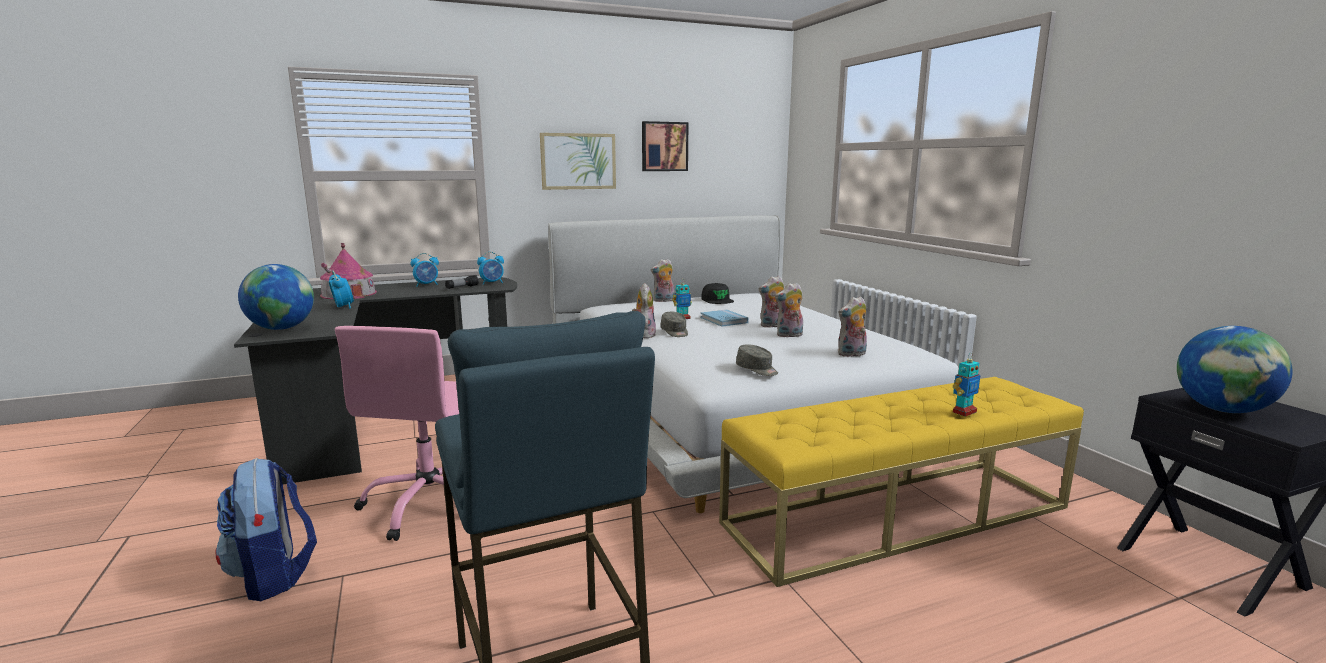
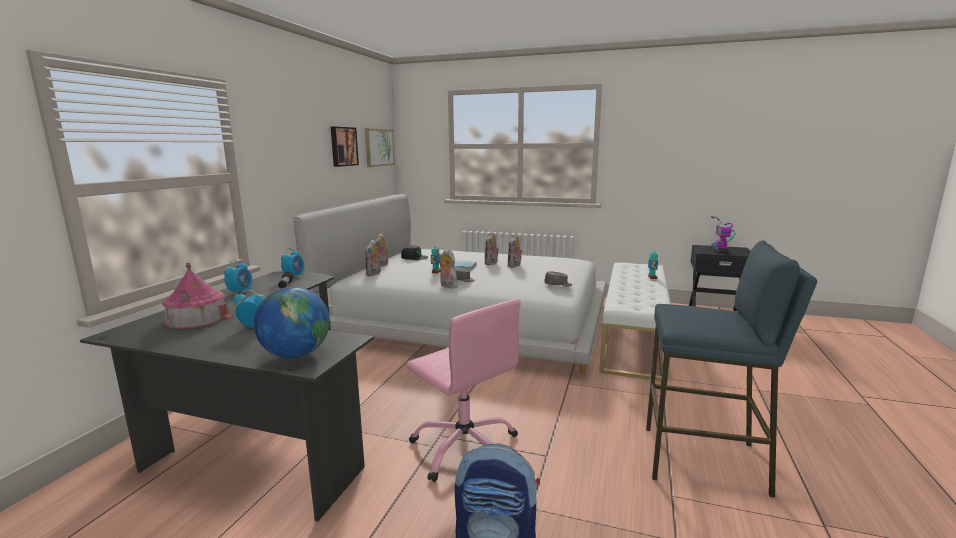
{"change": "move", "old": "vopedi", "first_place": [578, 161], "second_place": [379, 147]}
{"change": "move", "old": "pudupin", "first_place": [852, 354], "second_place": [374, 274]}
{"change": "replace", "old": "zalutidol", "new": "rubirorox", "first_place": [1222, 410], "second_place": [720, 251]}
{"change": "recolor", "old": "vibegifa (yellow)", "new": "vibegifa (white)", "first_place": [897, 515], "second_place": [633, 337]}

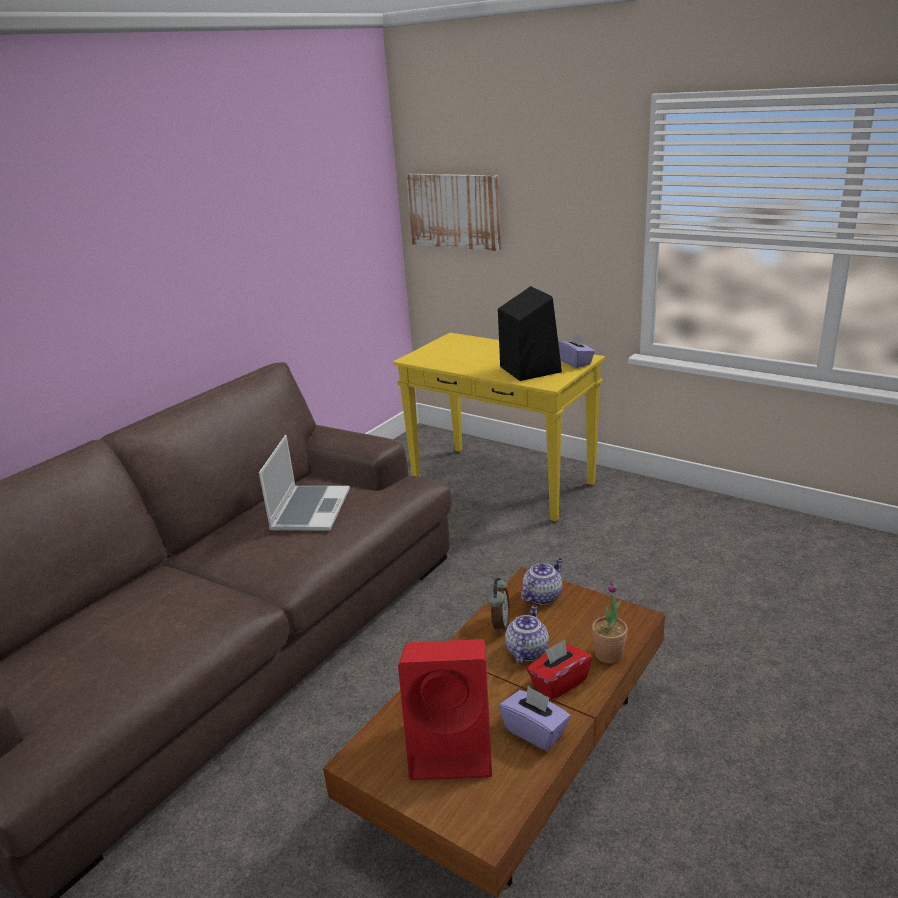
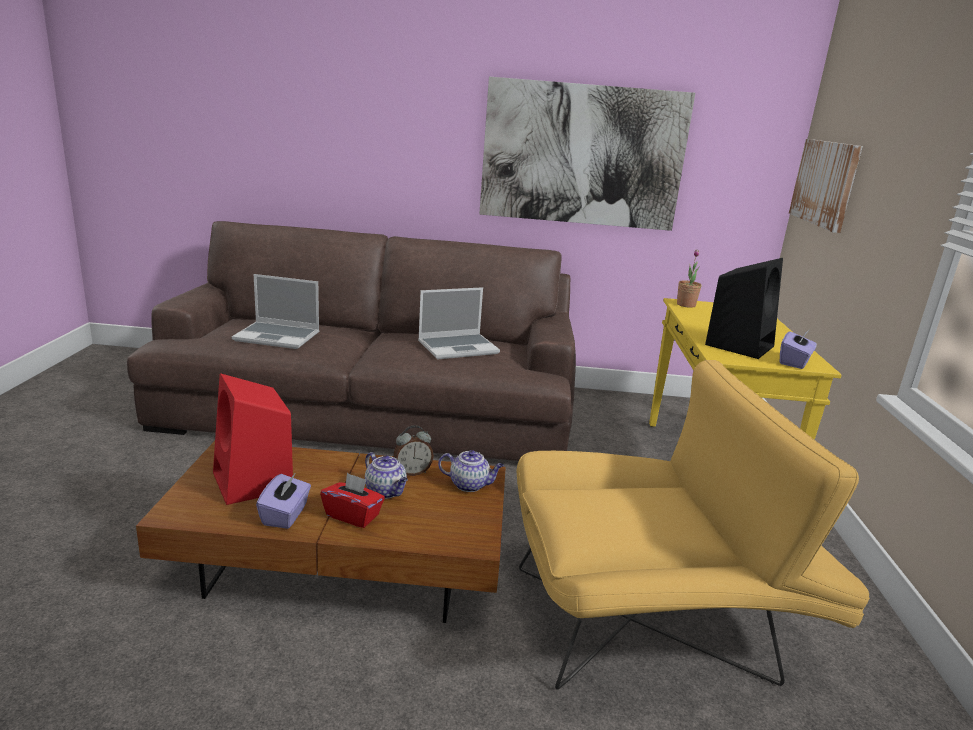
{"change": "move", "old": "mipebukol", "first_place": [608, 654], "second_place": [686, 305]}
{"change": "rotate", "old": "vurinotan", "first_place": [526, 650], "second_place": [386, 491], "degrees": 60}
{"change": "insert", "new": "vopedi", "second_place": [582, 155]}
{"change": "insert", "new": "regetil", "second_place": [278, 337]}
{"change": "insert", "new": "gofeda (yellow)", "second_place": [658, 617]}

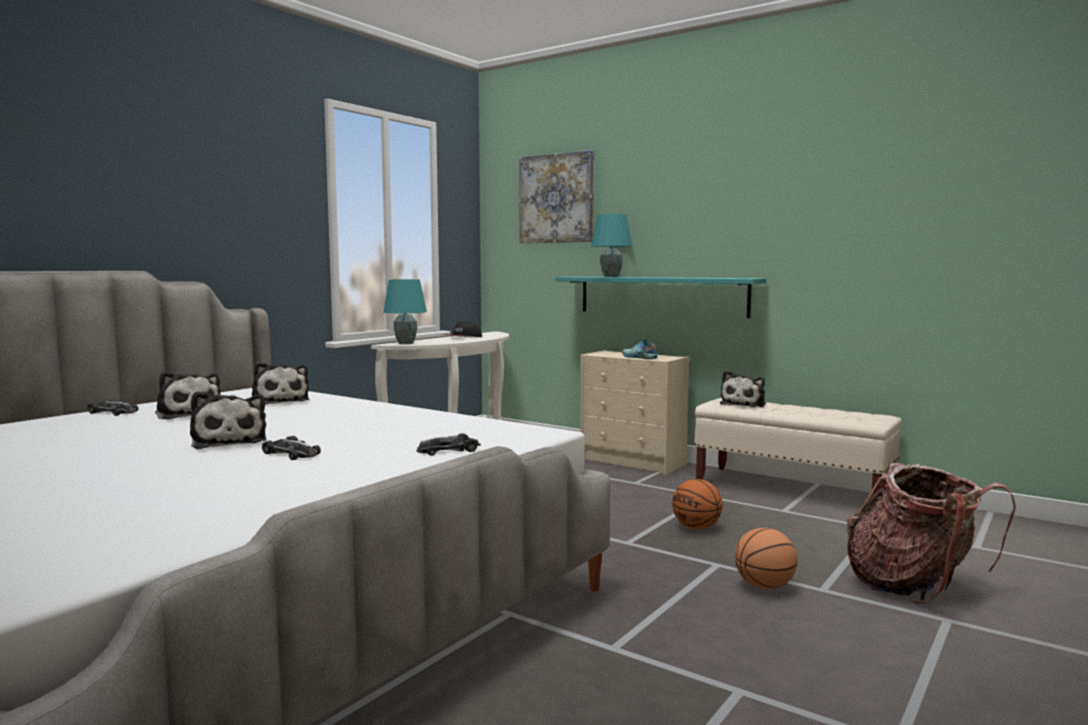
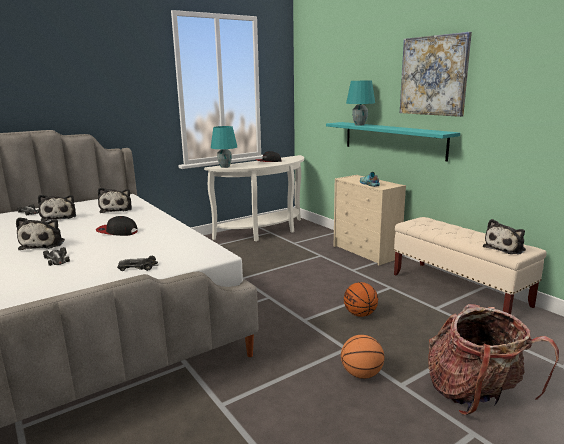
{"change": "move", "old": "vopedi", "first_place": [557, 198], "second_place": [433, 76]}
{"change": "move", "old": "pudupin", "first_place": [744, 404], "second_place": [505, 248]}
{"change": "insert", "new": "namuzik", "second_place": [117, 232]}

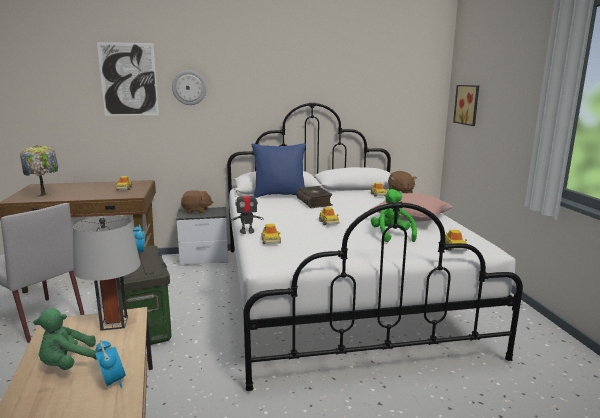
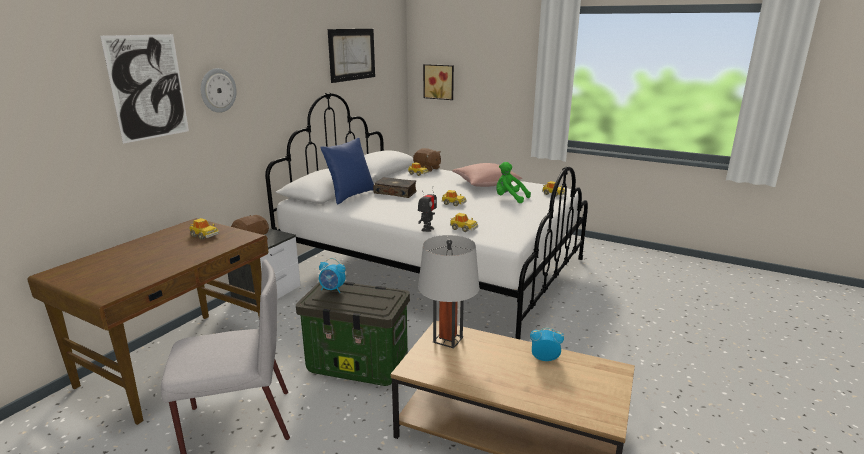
{"change": "delete", "old": "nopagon", "first_place": [45, 195]}
{"change": "delete", "old": "pudupin (green)", "first_place": [71, 365]}
{"change": "insert", "new": "vopedi", "second_place": [352, 54]}

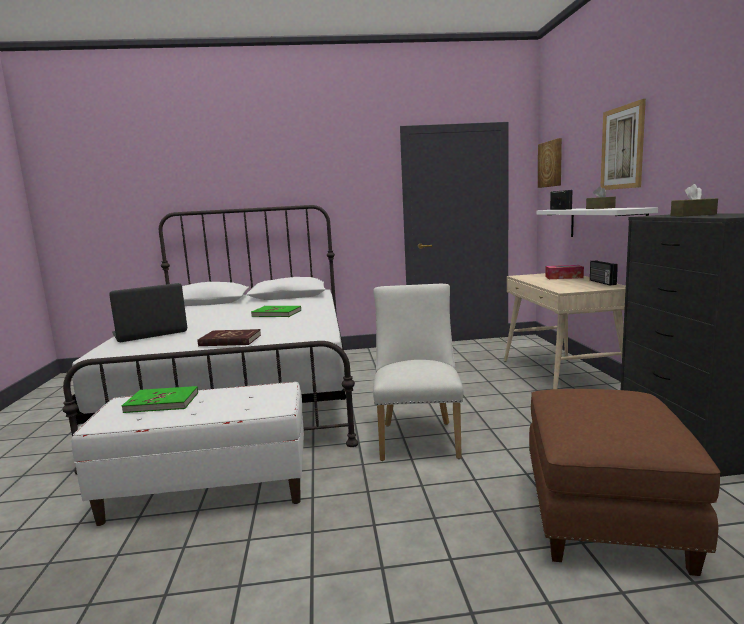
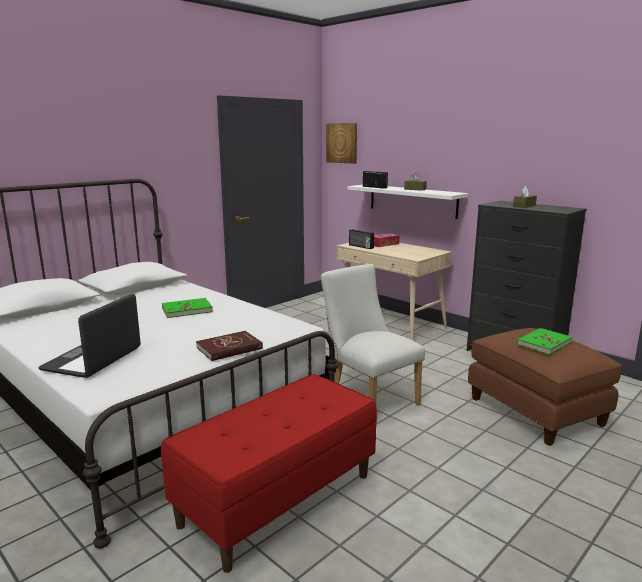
{"change": "delete", "old": "vopedi", "first_place": [622, 148]}
{"change": "move", "old": "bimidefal", "first_place": [601, 282], "second_place": [360, 246]}
{"change": "recolor", "old": "vibegifa (white)", "new": "vibegifa (red)", "first_place": [209, 490], "second_place": [277, 499]}
{"change": "move", "old": "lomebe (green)", "first_place": [162, 402], "second_place": [544, 343]}

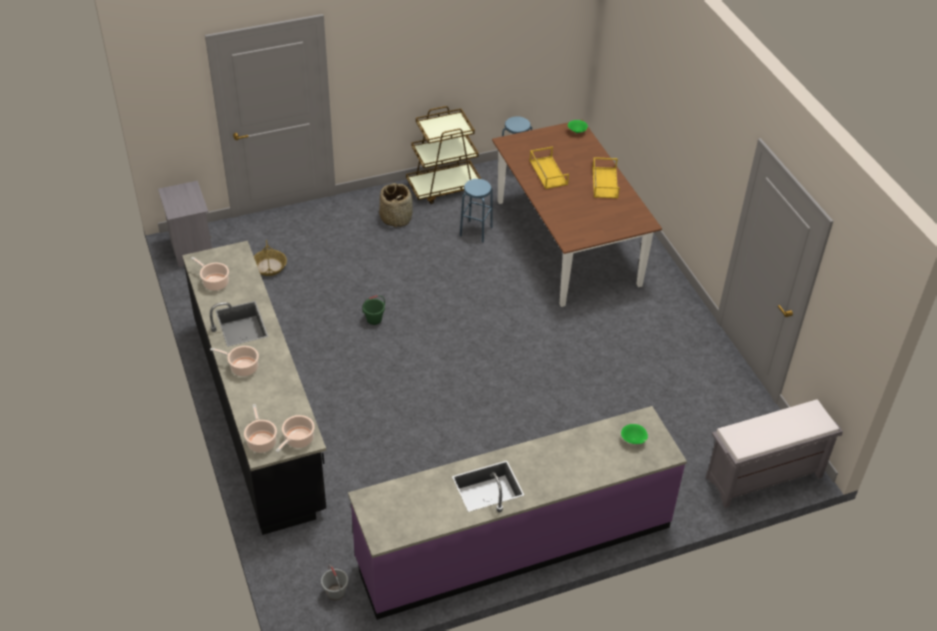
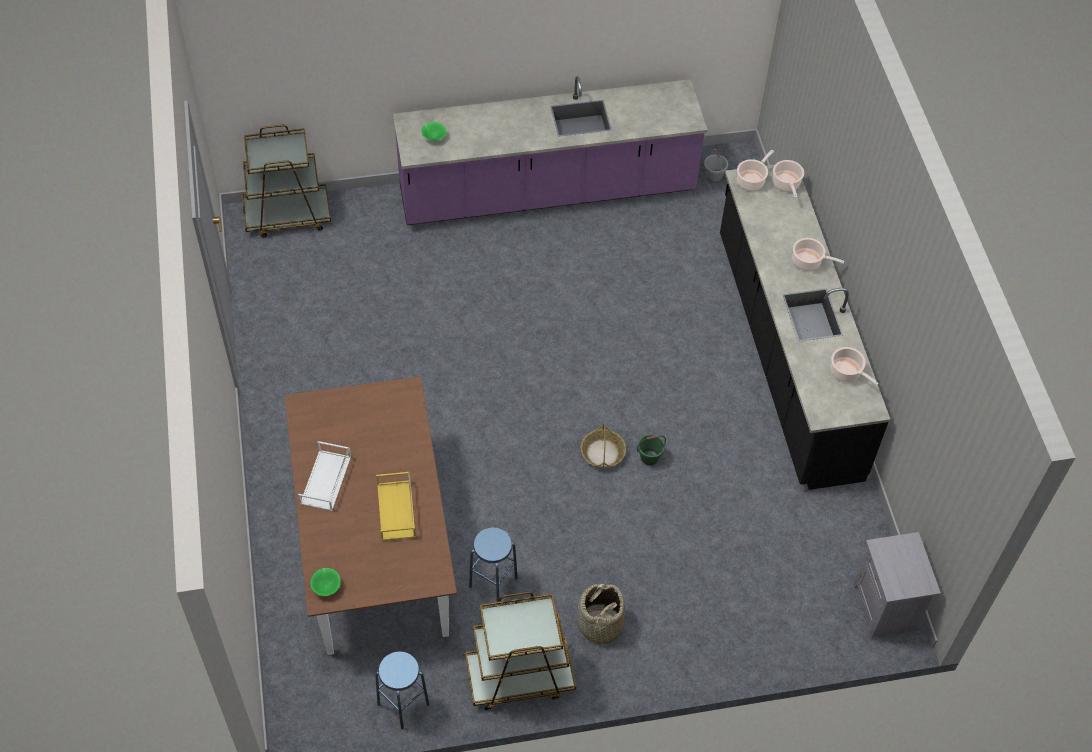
{"change": "recolor", "old": "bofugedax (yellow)", "new": "bofugedax (white)", "first_place": [604, 182], "second_place": [326, 481]}
{"change": "move", "old": "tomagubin", "first_place": [269, 266], "second_place": [603, 453]}
{"change": "replace", "old": "vibegifa (grey)", "new": "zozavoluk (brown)", "first_place": [763, 478], "second_place": [288, 216]}

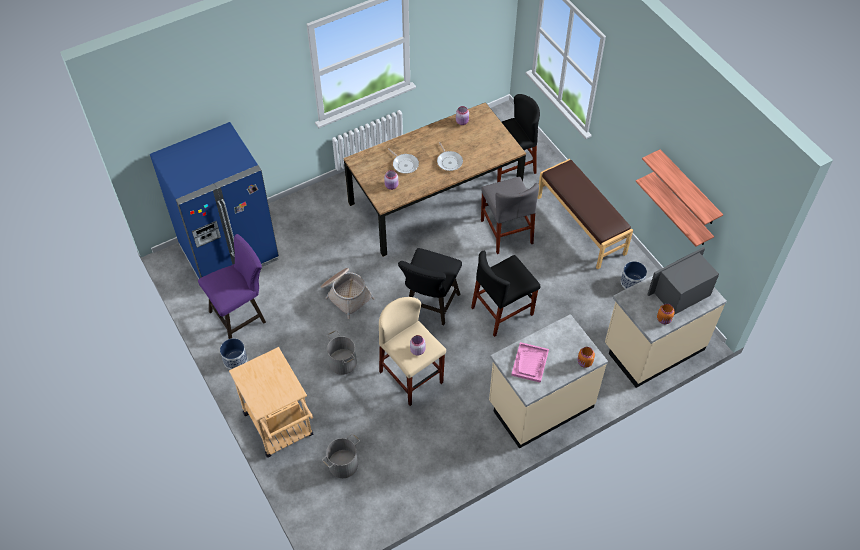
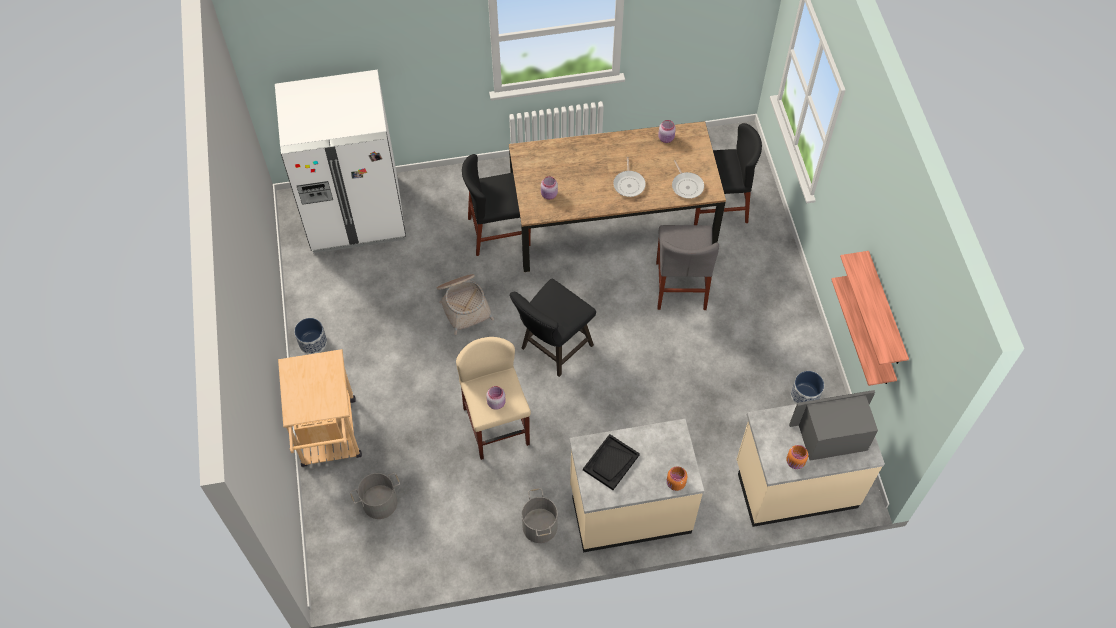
{"change": "recolor", "old": "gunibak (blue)", "new": "gunibak (white)", "first_place": [229, 253], "second_place": [356, 216]}
{"change": "move", "old": "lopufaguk", "first_place": [404, 164], "second_place": [687, 185]}
{"change": "delete", "old": "vibegifa (brown)", "first_place": [581, 225]}
{"change": "delete", "old": "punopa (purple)", "first_place": [241, 316]}
{"change": "move", "old": "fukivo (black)", "first_place": [502, 311], "second_place": [499, 231]}
{"change": "move", "old": "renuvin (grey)", "first_place": [343, 362], "second_place": [540, 526]}
{"change": "recolor", "old": "bofugedax (pink)", "new": "bofugedax (black)", "first_place": [530, 363], "second_place": [611, 463]}

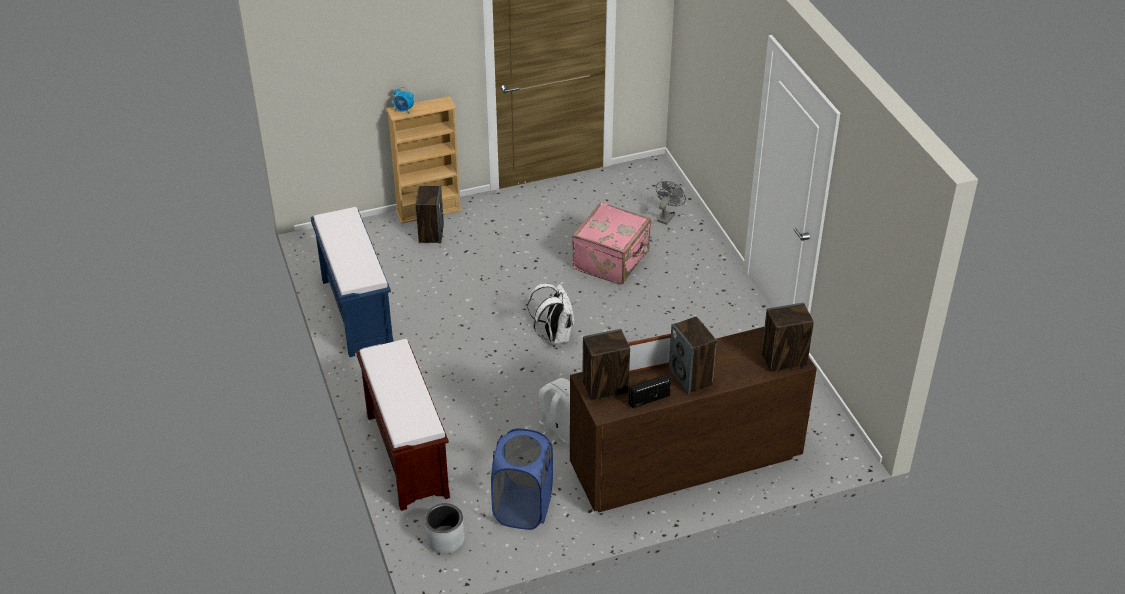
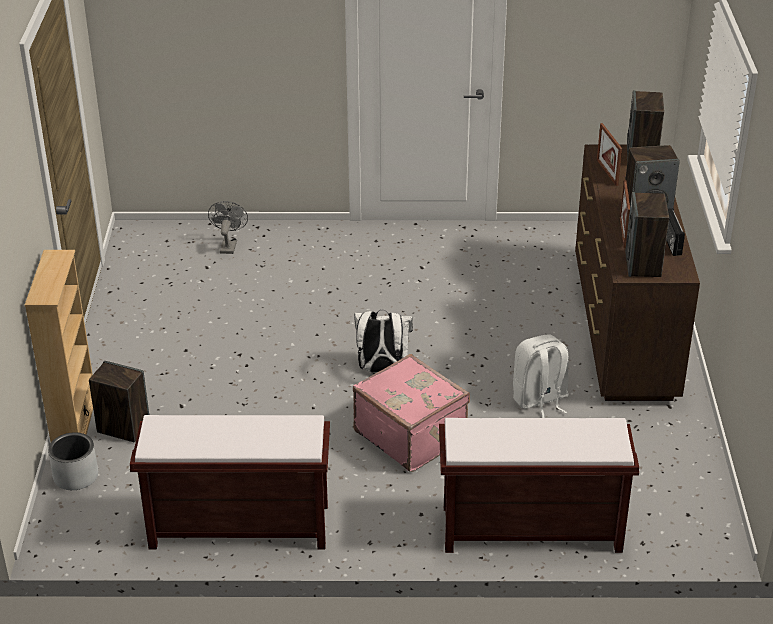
{"change": "delete", "old": "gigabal", "first_place": [404, 110]}
{"change": "rotate", "old": "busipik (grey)", "first_place": [667, 216], "second_place": [228, 245], "degrees": 45}
{"change": "move", "old": "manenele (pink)", "first_place": [612, 261], "second_place": [411, 434]}
{"change": "recolor", "old": "vibegifa (blue)", "new": "vibegifa (brown)", "first_place": [356, 312], "second_place": [237, 527]}
{"change": "delete", "old": "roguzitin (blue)", "first_place": [523, 508]}
{"change": "move", "old": "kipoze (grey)", "first_place": [445, 540], "second_place": [76, 477]}
{"change": "insert", "new": "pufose", "second_place": [607, 172]}

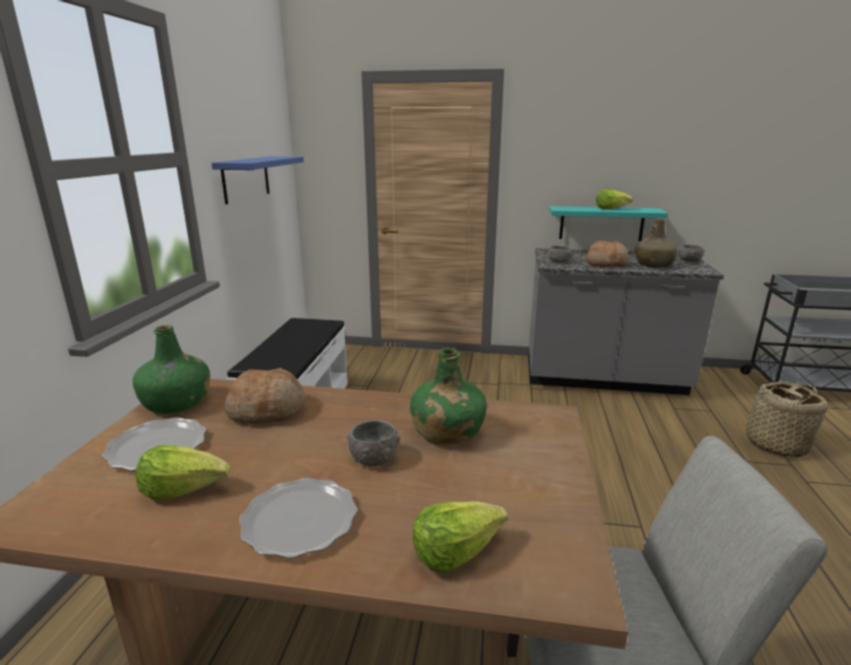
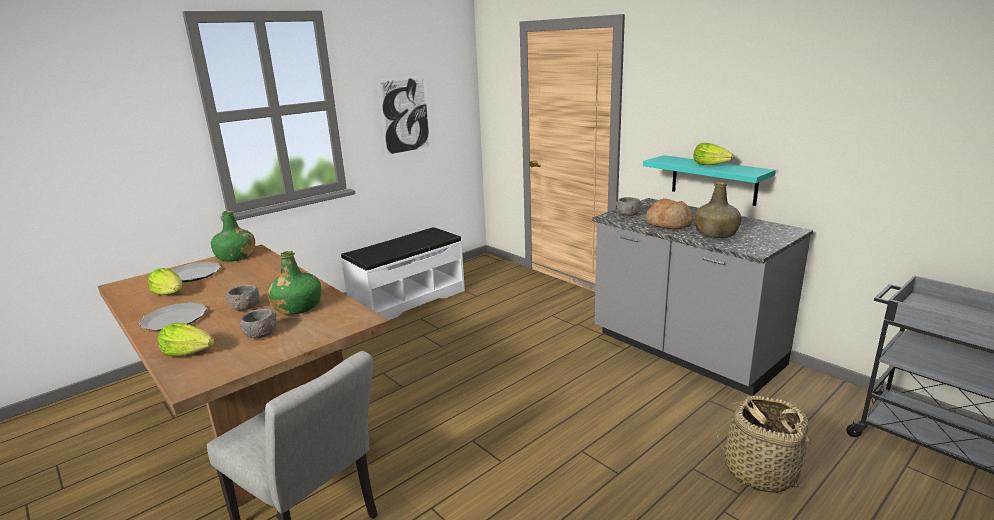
{"change": "replace", "old": "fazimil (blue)", "new": "vopedi", "first_place": [246, 179], "second_place": [405, 115]}
{"change": "move", "old": "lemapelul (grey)", "first_place": [689, 260], "second_place": [261, 334]}
{"change": "delete", "old": "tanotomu", "first_place": [267, 410]}

